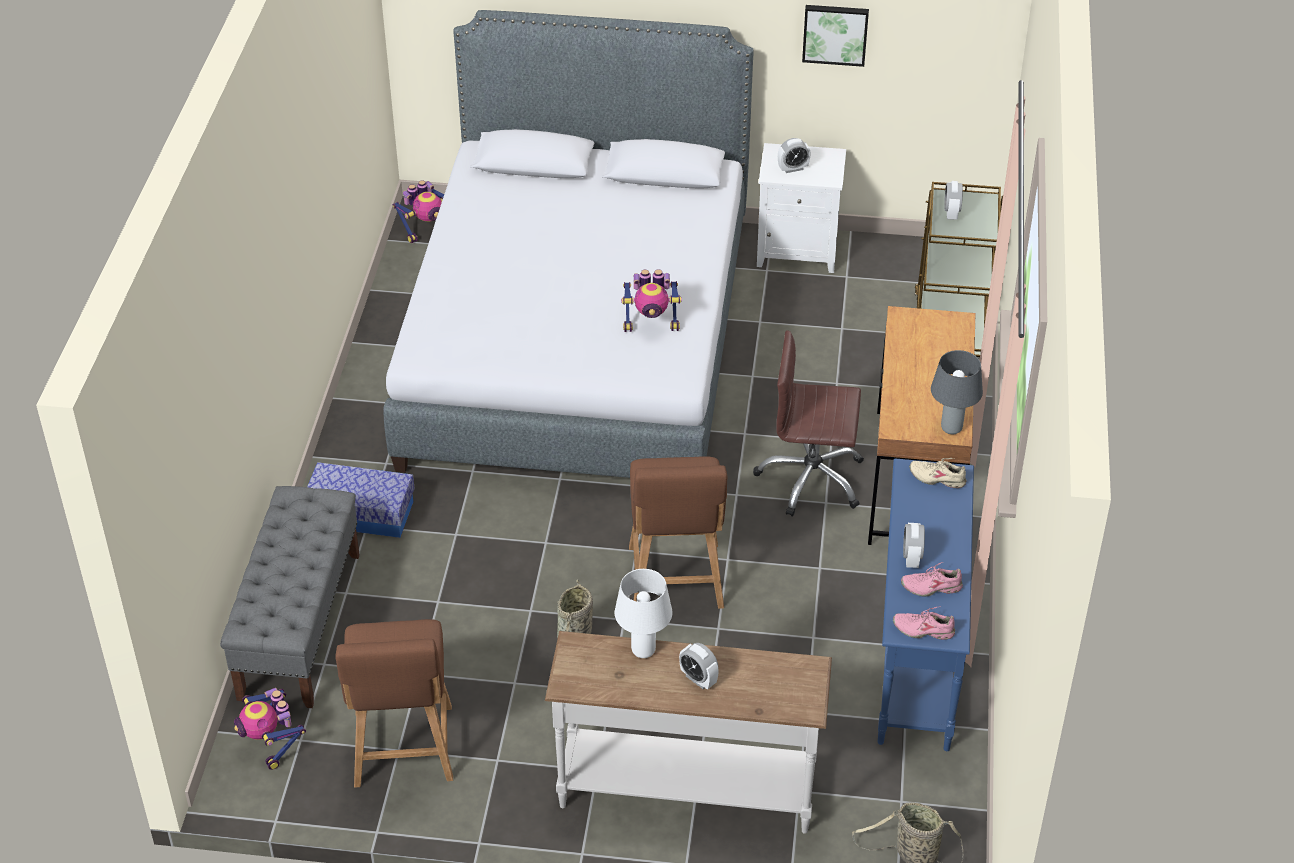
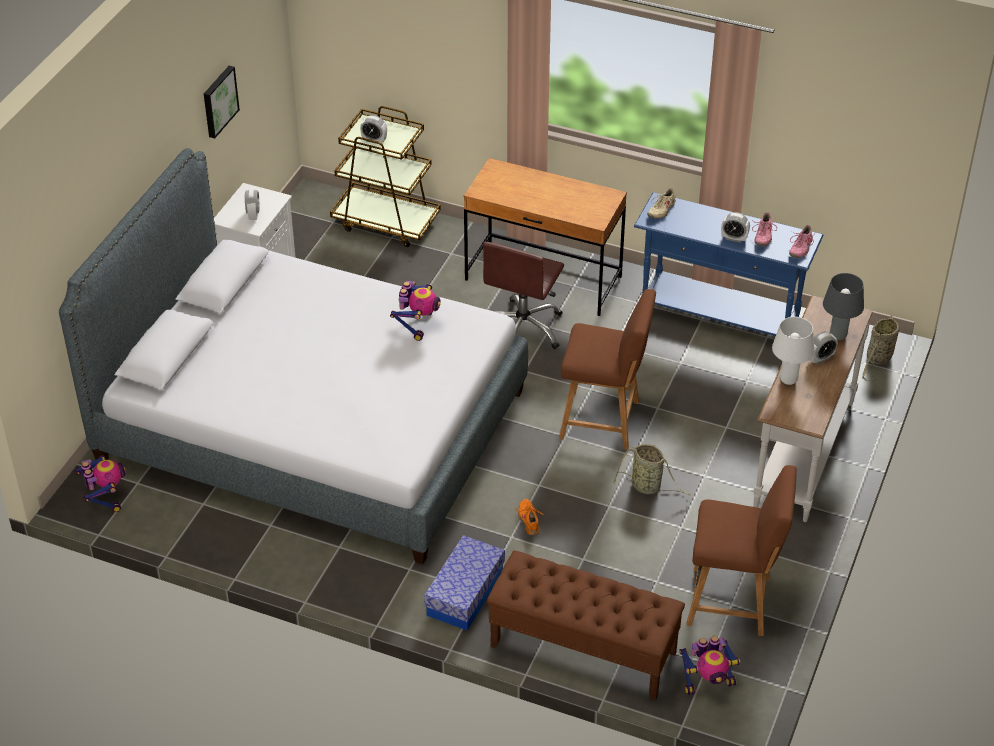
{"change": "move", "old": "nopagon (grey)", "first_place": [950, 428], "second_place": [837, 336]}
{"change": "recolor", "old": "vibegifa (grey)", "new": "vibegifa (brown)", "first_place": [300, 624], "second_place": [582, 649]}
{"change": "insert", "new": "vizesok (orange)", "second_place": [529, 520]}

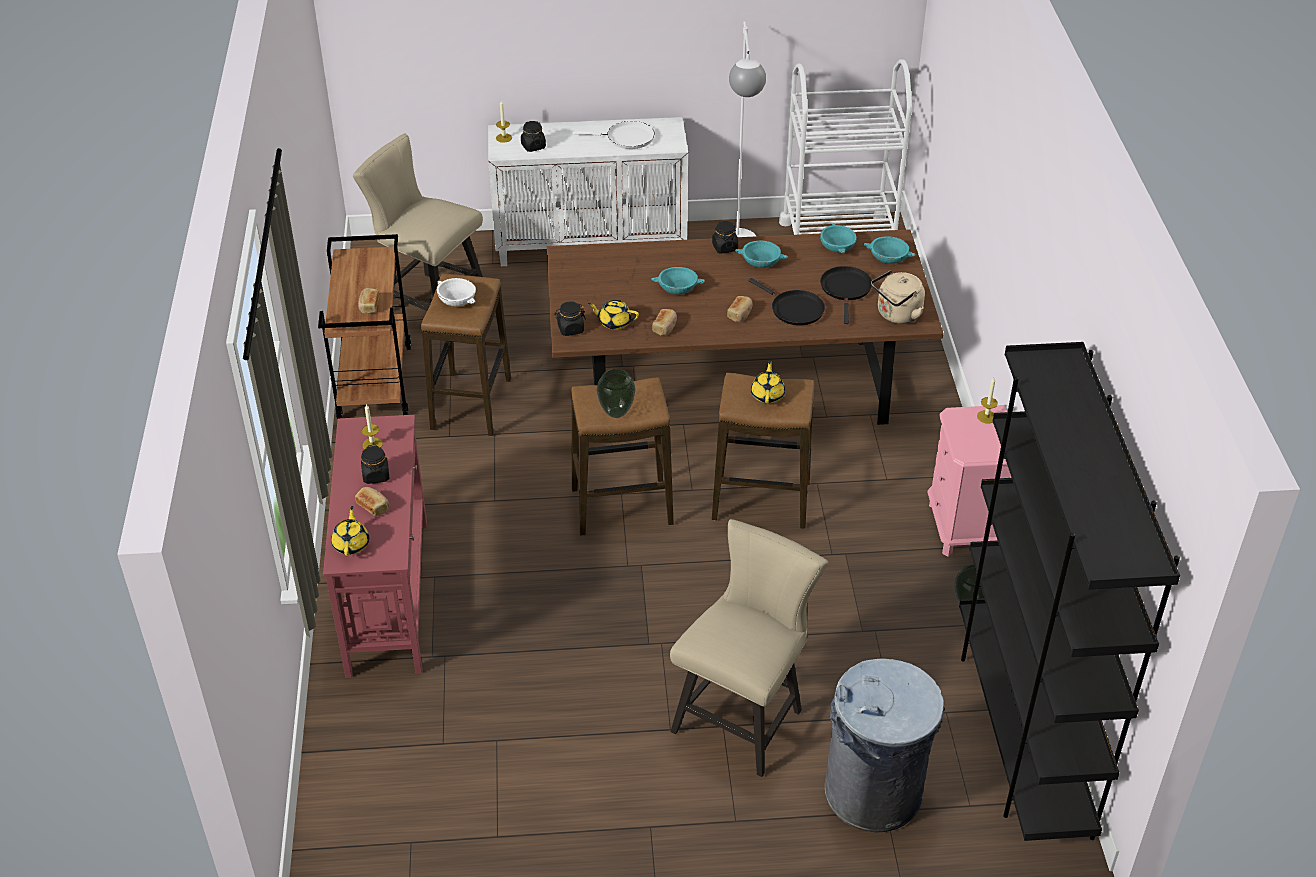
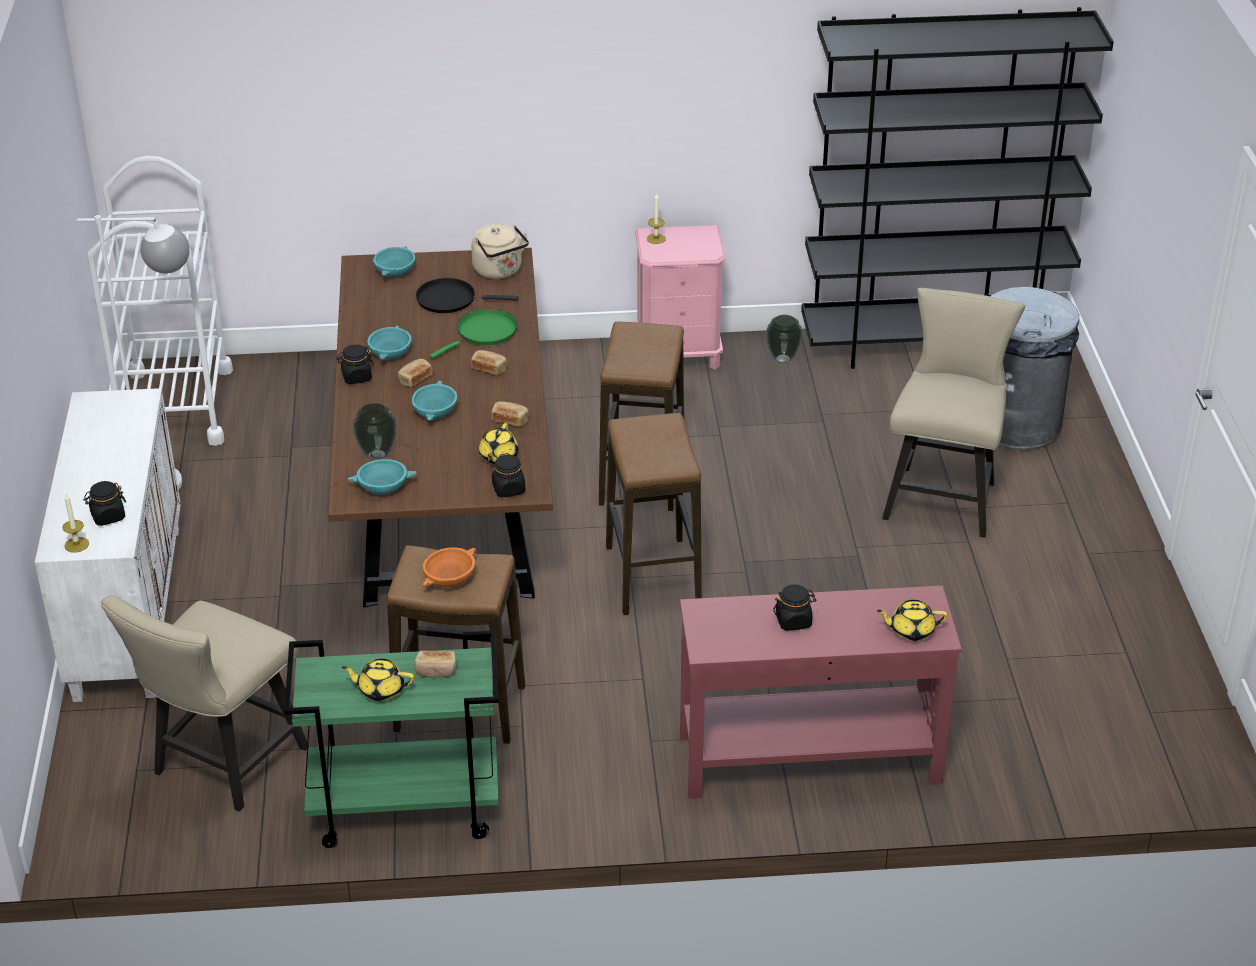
{"change": "delete", "old": "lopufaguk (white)", "first_place": [626, 138]}
{"change": "move", "old": "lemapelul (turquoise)", "first_place": [836, 246], "second_place": [382, 487]}
{"change": "recolor", "old": "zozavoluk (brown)", "new": "zozavoluk (green)", "first_place": [374, 382], "second_place": [403, 809]}
{"change": "recolor", "old": "lemapelul (white)", "new": "lemapelul (orange)", "first_place": [456, 300], "second_place": [450, 578]}
{"change": "recolor", "old": "lopufaguk (black)", "new": "lopufaguk (green)", "first_place": [794, 309], "second_place": [484, 333]}
{"change": "move", "old": "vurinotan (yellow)", "first_place": [767, 394], "second_place": [380, 690]}
{"change": "move", "old": "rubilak", "first_place": [616, 412], "second_place": [376, 455]}
{"change": "delete", "old": "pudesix", "first_place": [372, 444]}
{"change": "move", "old": "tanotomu", "first_place": [373, 506], "second_place": [414, 379]}
{"change": "rotate", "old": "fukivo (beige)", "first_place": [743, 716], "second_place": [943, 495], "degrees": 75}

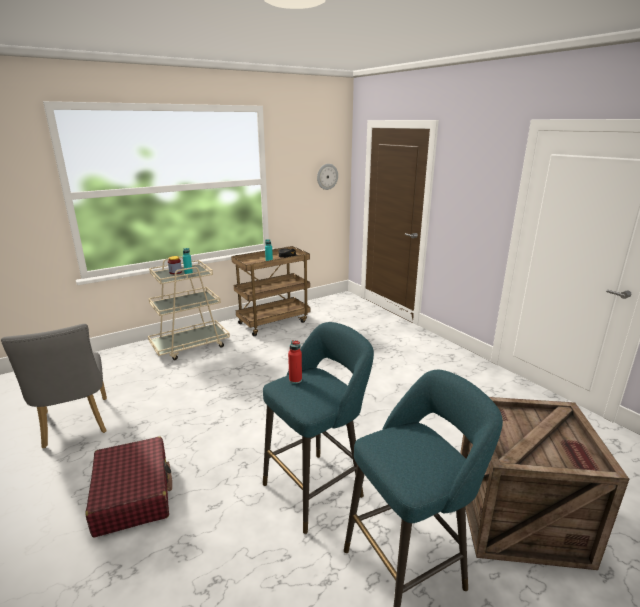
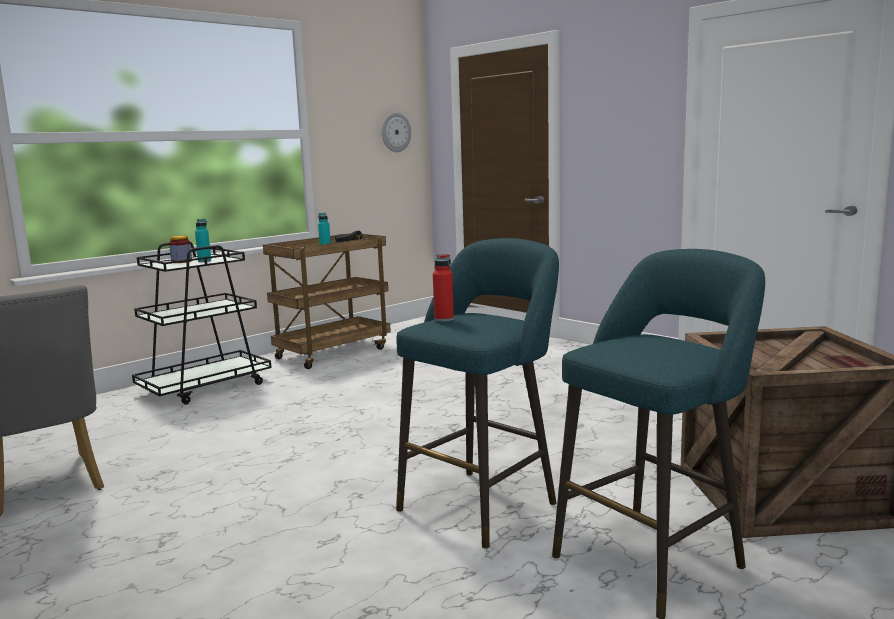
{"change": "recolor", "old": "zozavoluk (beige)", "new": "zozavoluk (black)", "first_place": [190, 345], "second_place": [205, 387]}
{"change": "delete", "old": "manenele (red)", "first_place": [133, 494]}

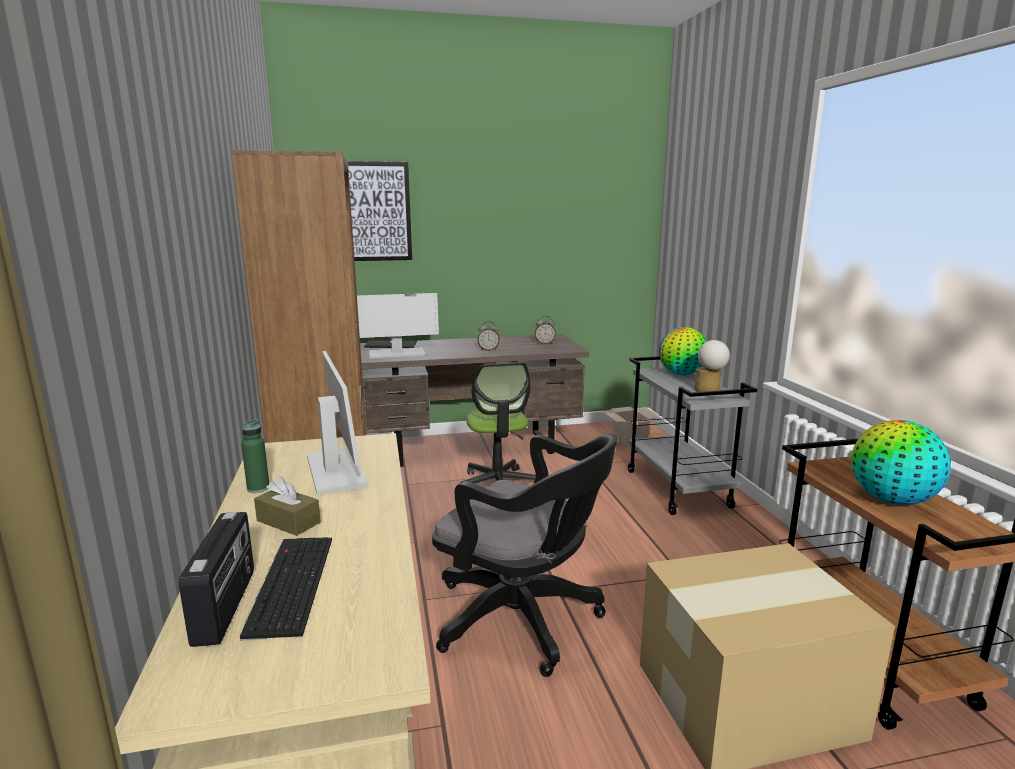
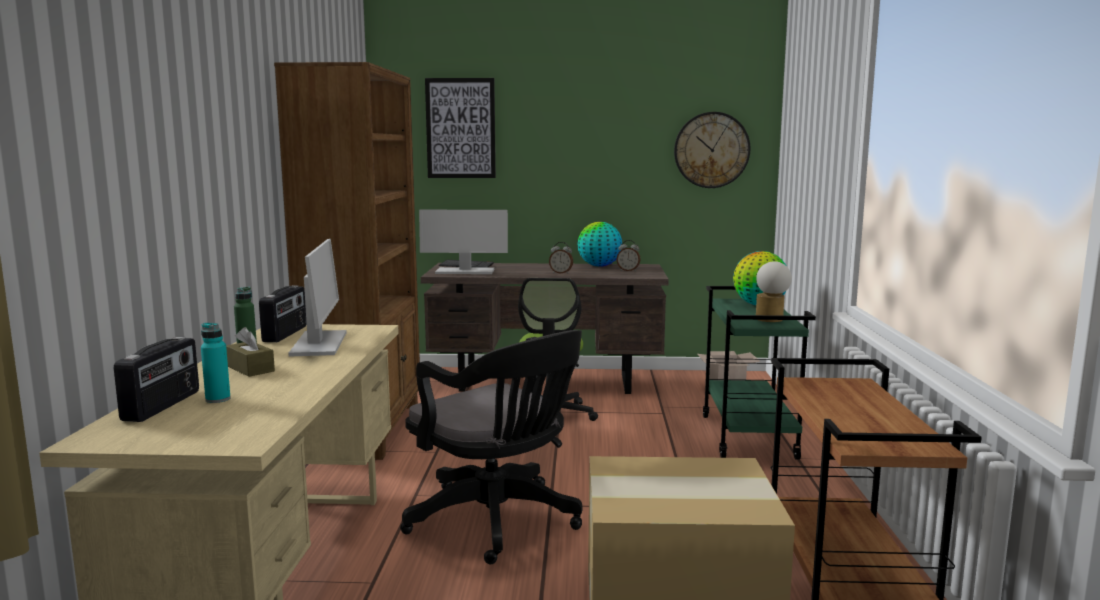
{"change": "recolor", "old": "zozavoluk (grey)", "new": "zozavoluk (green)", "first_place": [678, 489], "second_place": [749, 437]}
{"change": "move", "old": "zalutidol", "first_place": [892, 500], "second_place": [599, 266]}
{"change": "replace", "old": "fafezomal", "new": "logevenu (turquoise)", "first_place": [289, 583], "second_place": [218, 399]}
{"change": "insert", "new": "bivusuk", "second_place": [711, 150]}
{"change": "insert", "new": "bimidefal", "second_place": [286, 334]}

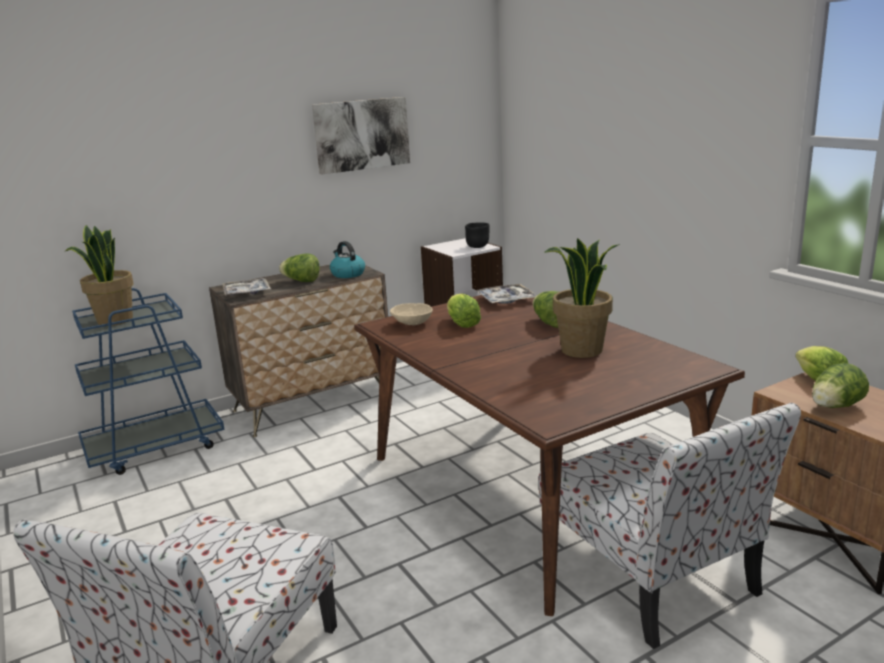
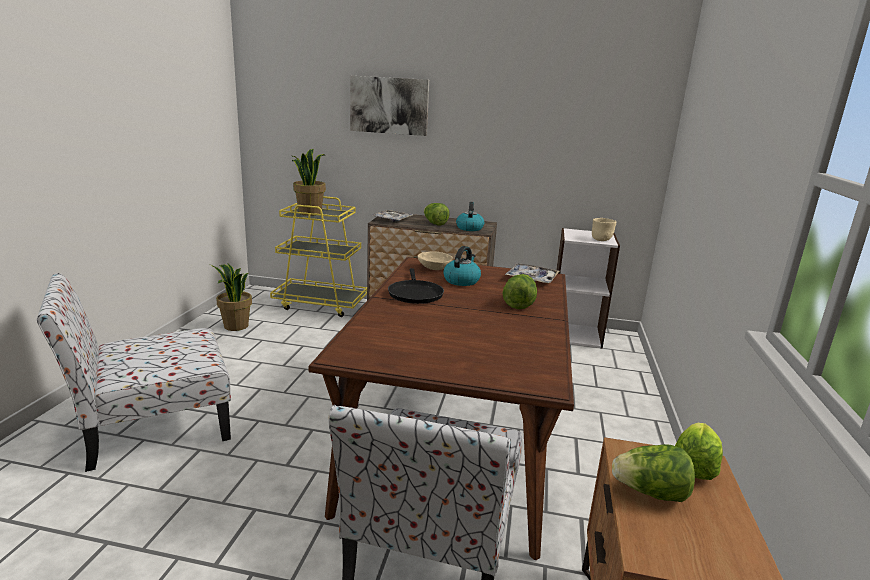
{"change": "move", "old": "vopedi", "first_place": [361, 134], "second_place": [389, 105]}
{"change": "recolor", "old": "lemapelul (black)", "new": "lemapelul (beige)", "first_place": [478, 246], "second_place": [601, 240]}
{"change": "move", "old": "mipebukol", "first_place": [582, 350], "second_place": [235, 326]}
{"change": "recolor", "old": "zozavoluk (blue)", "new": "zozavoluk (yellow)", "first_place": [155, 447], "second_place": [320, 304]}
{"change": "replace", "old": "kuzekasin", "new": "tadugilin", "first_place": [462, 324], "second_place": [461, 280]}
{"change": "insert", "new": "lopufaguk (black)", "second_place": [415, 293]}

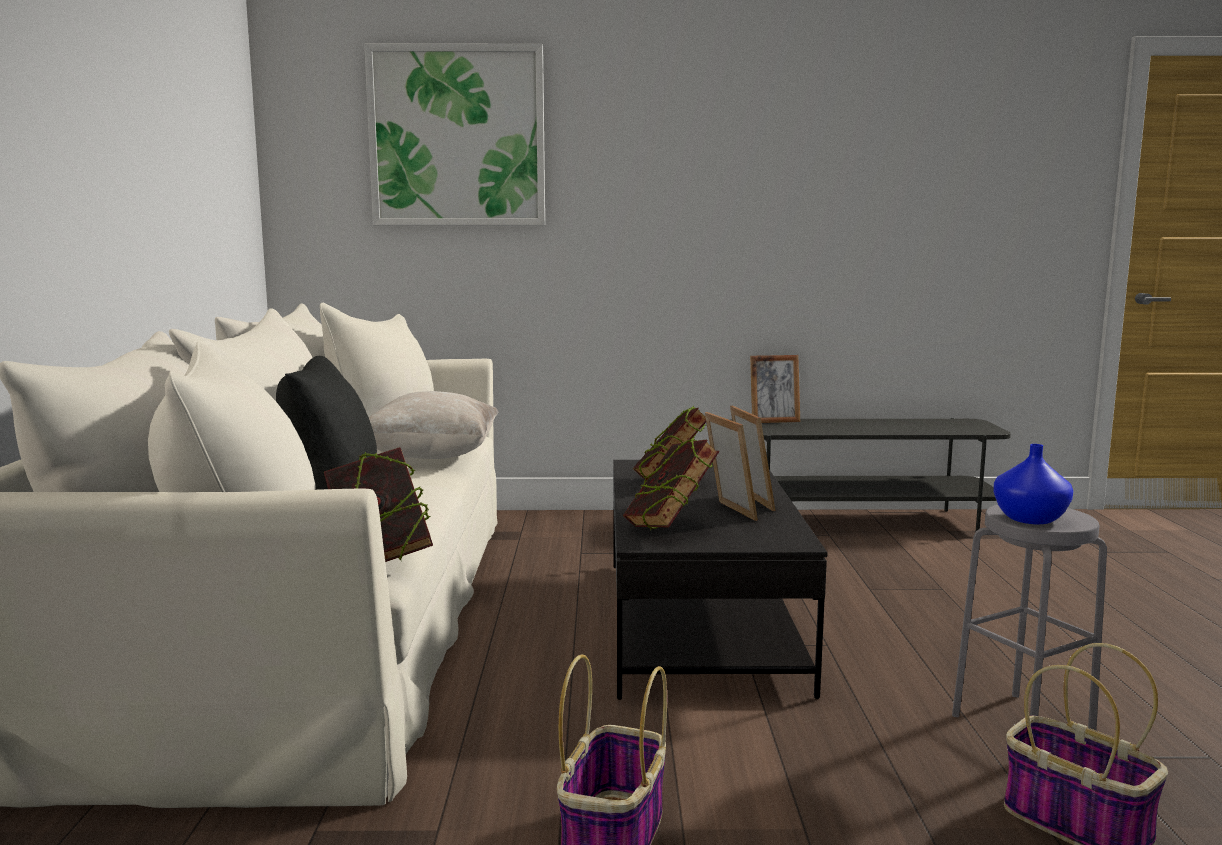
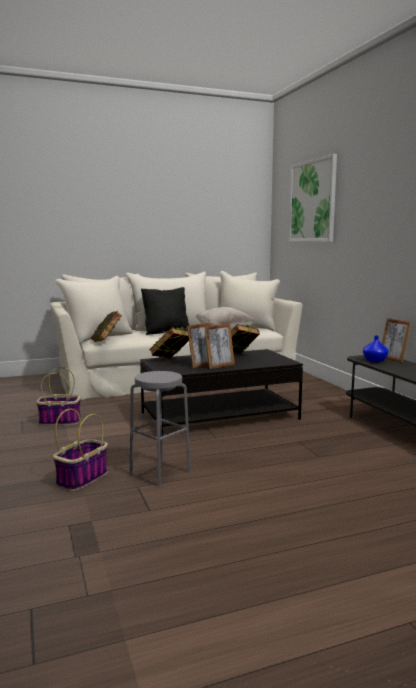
{"change": "move", "old": "rubilak (blue)", "first_place": [1030, 519], "second_place": [374, 361]}

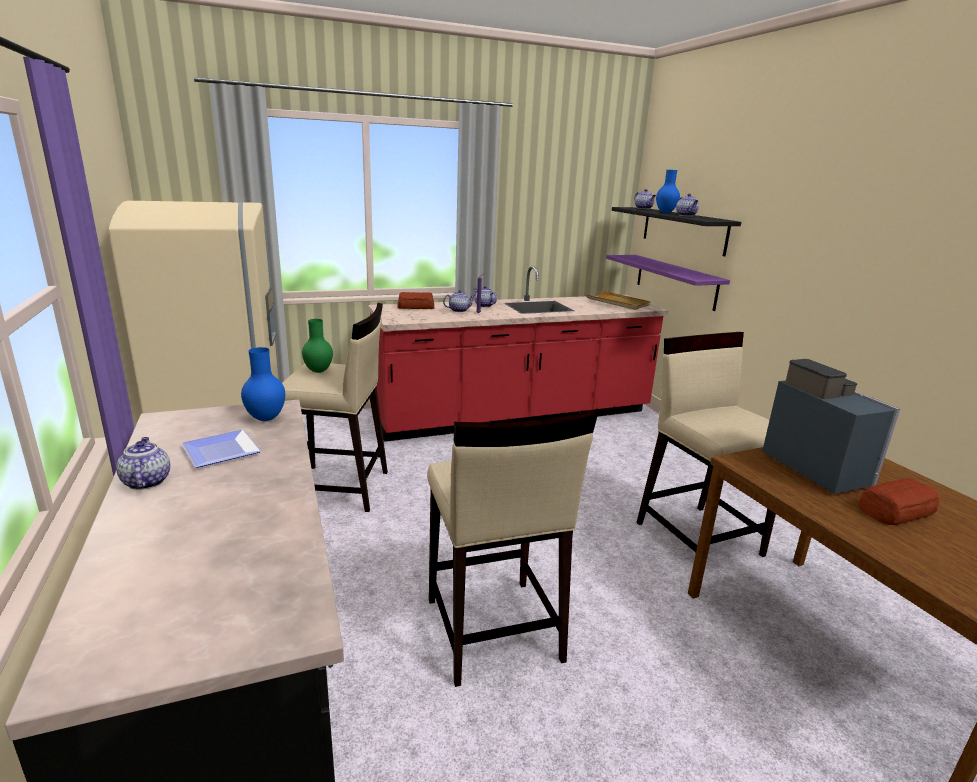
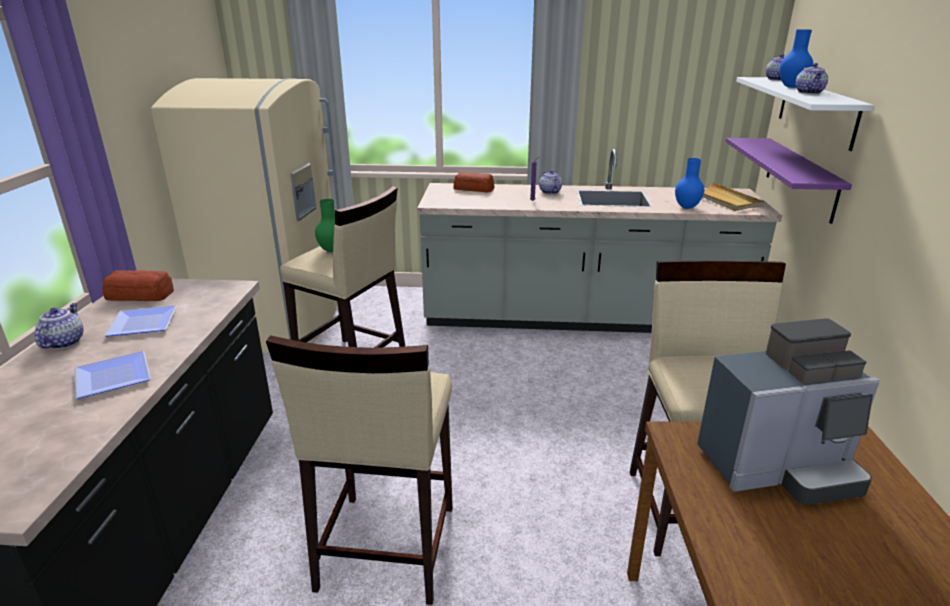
{"change": "recolor", "old": "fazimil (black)", "new": "fazimil (white)", "first_place": [683, 230], "second_place": [816, 111]}
{"change": "recolor", "old": "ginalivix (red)", "new": "ginalivix (grey)", "first_place": [515, 417], "second_place": [581, 319]}
{"change": "delete", "old": "vurinotan", "first_place": [459, 310]}
{"change": "move", "old": "rubilak (blue)", "first_place": [265, 418], "second_place": [686, 207]}
{"change": "rotate", "old": "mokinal", "first_place": [815, 468], "second_place": [779, 468], "degrees": 75}
{"change": "move", "old": "tanotomu", "first_place": [894, 511], "second_place": [139, 294]}
{"change": "insert", "new": "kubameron", "second_place": [116, 378]}

